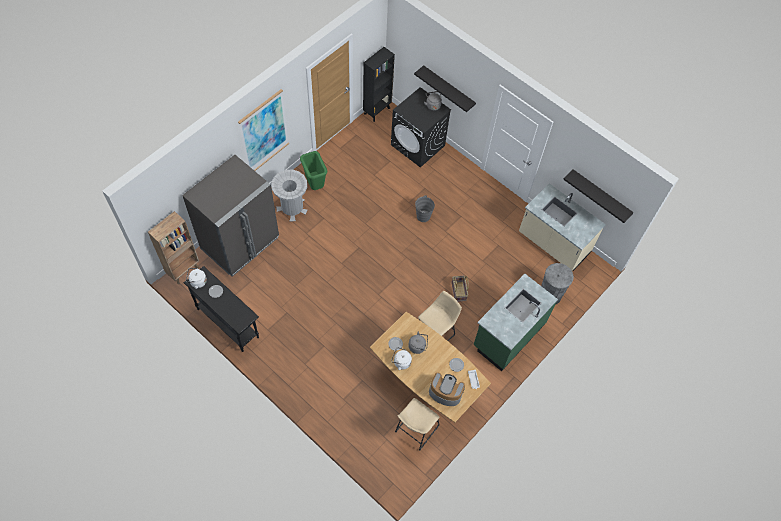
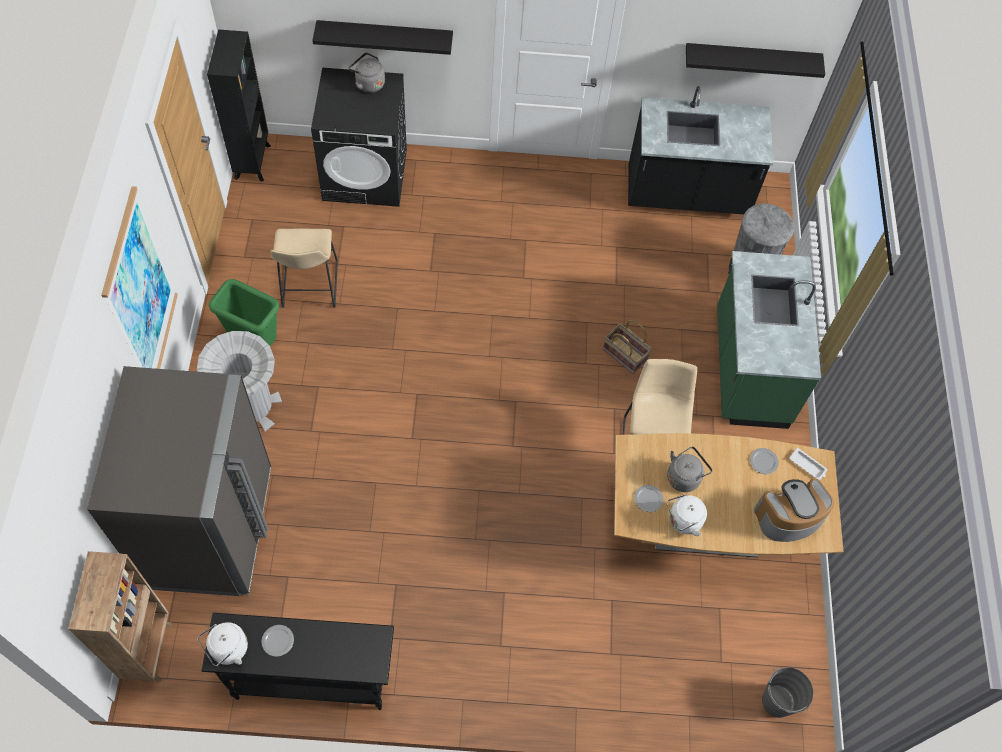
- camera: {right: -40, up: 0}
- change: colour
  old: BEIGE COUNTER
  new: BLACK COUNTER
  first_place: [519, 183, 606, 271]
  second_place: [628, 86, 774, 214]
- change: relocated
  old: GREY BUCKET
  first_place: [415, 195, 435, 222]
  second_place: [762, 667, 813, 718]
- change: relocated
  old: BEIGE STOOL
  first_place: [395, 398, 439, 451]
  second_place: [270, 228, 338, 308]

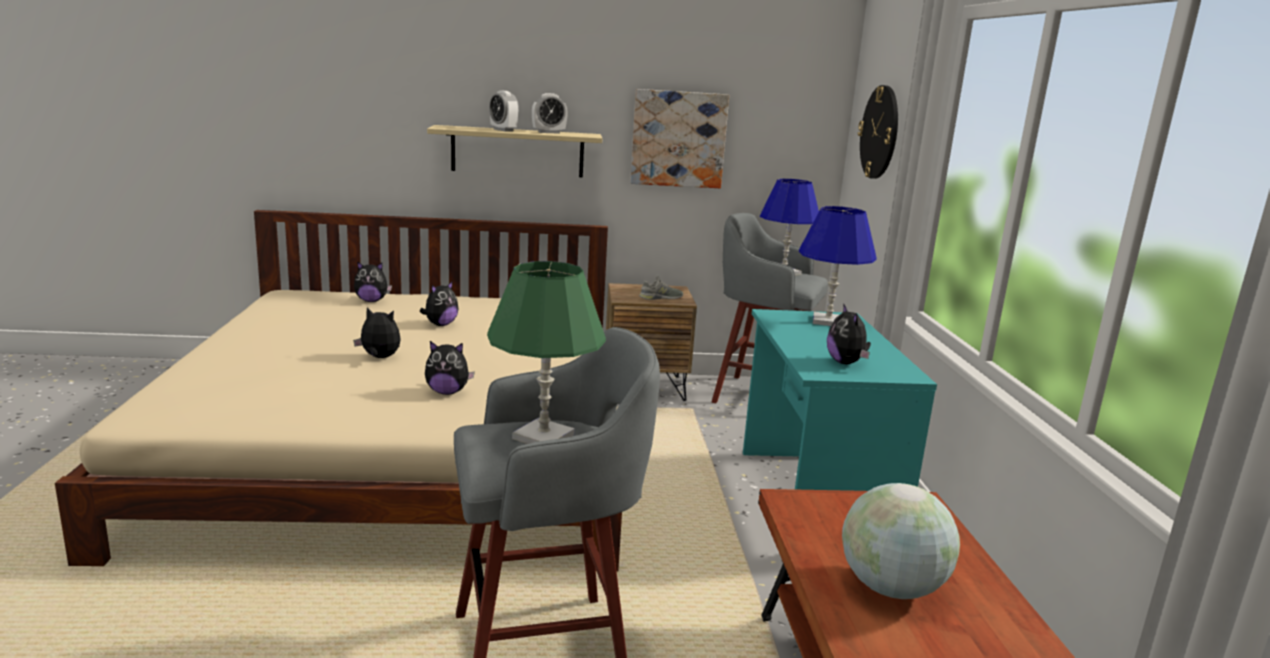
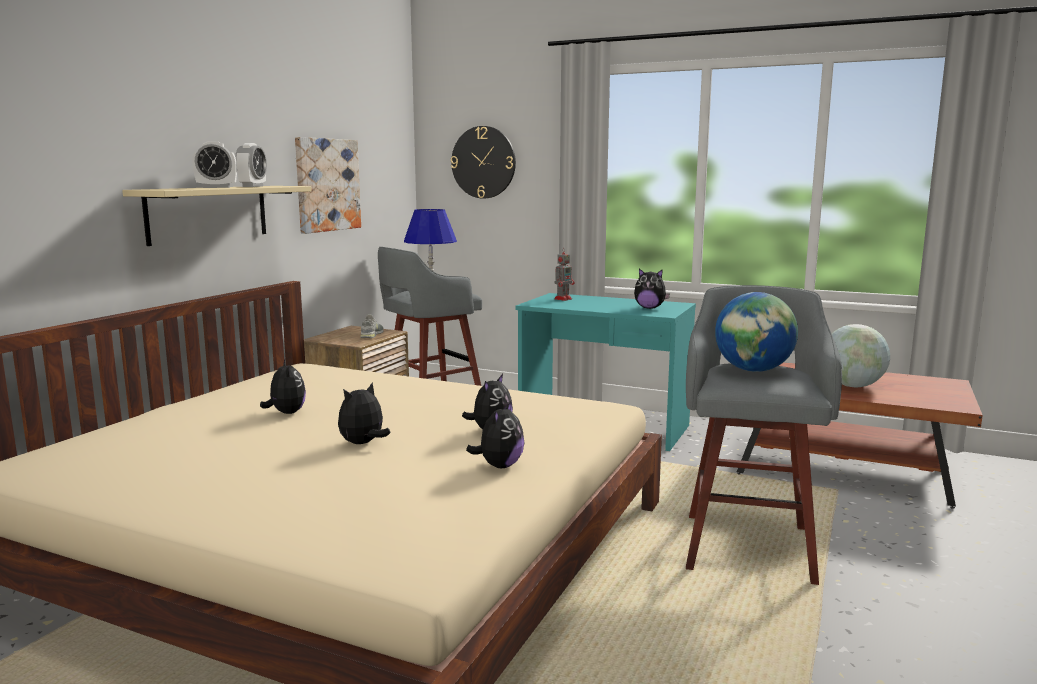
- camera: {right: -60, up: -5}
- change: exchanged
  old: BLUE TABLE LAMP
  new: TOY ROBOT
  first_place: [798, 206, 877, 326]
  second_place: [554, 248, 575, 301]
- change: relocated
  old: PLUSH TOY
  first_place: [354, 261, 392, 302]
  second_place: [466, 401, 524, 468]
- change: exchanged
  old: GREEN TABLE LAMP
  new: GLOBE
  first_place: [487, 261, 606, 444]
  second_place: [715, 292, 798, 372]

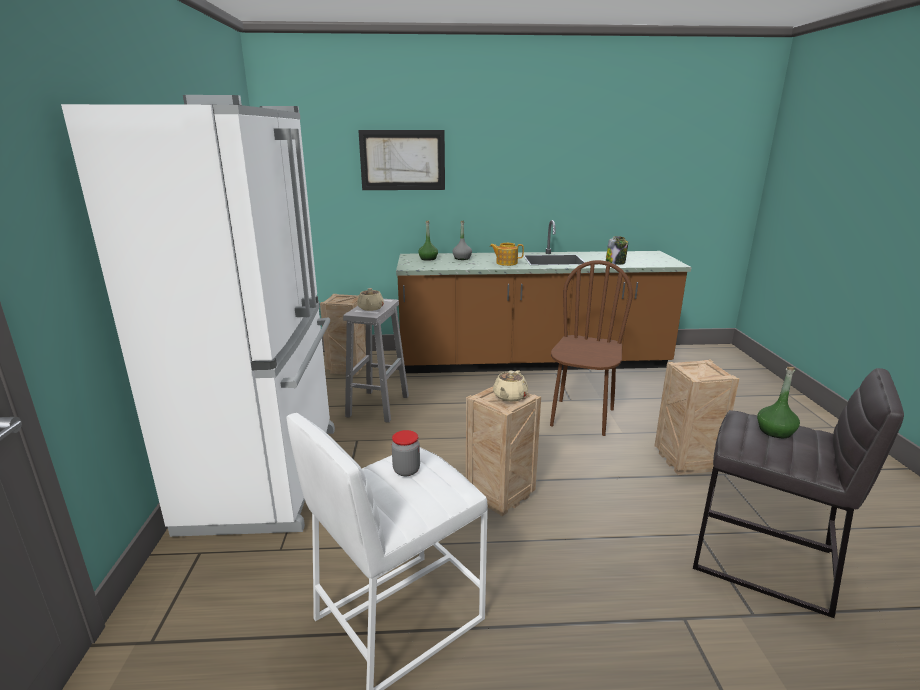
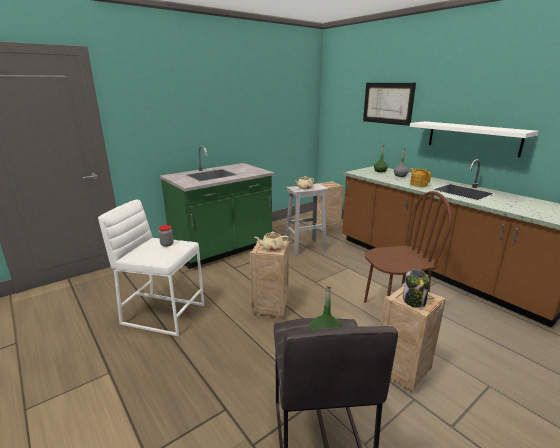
- camera: {right: 55, up: 0}
- change: exchanged
  old: WHITE FRIDGE
  new: GREEN COUNTER
  first_place: [61, 95, 335, 537]
  second_place: [160, 146, 274, 269]
- change: relocated
  old: JAR
  first_place: [606, 236, 628, 265]
  second_place: [403, 269, 429, 308]
- change: appeared
  new: WHITE SHELF
  second_place: [410, 121, 539, 157]

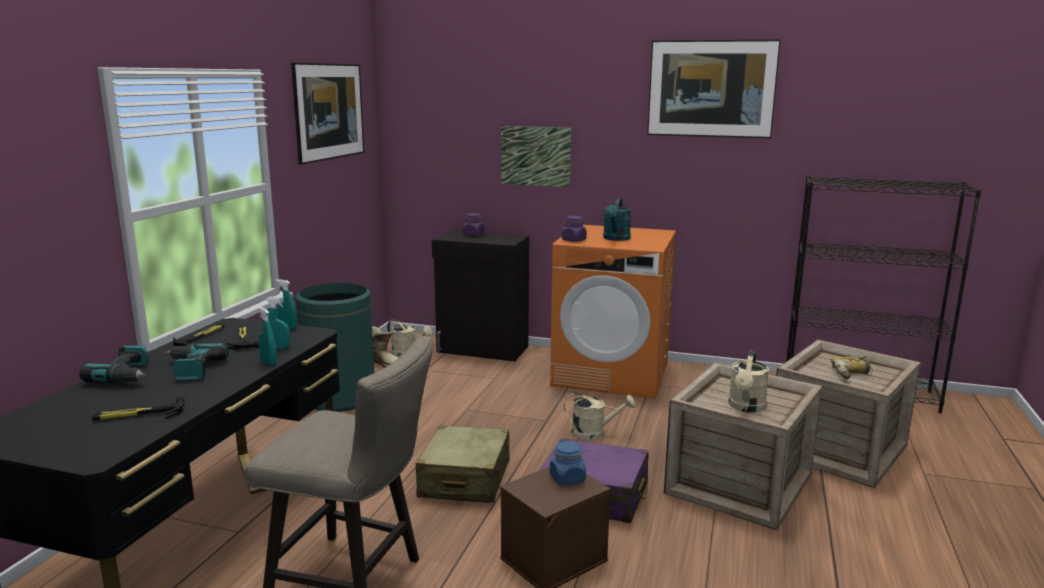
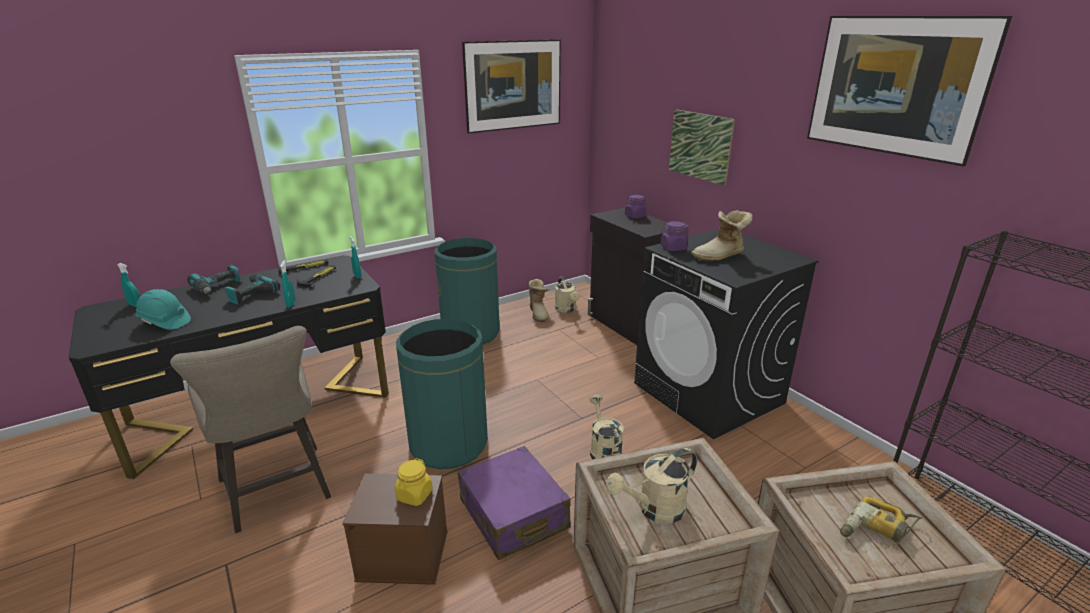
- camera: {right: 40, up: 10}
- change: exchanged
  old: TURQUOISE WATERING CAN
  new: BOOT
  first_place: [603, 198, 631, 241]
  second_place: [691, 210, 752, 261]
- change: colour
  old: ORANGE WASHING MACHINE
  new: BLACK WASHING MACHINE
  first_place: [550, 225, 676, 399]
  second_place: [634, 229, 819, 439]
- change: relocated
  old: TURQUOISE SPRAY BOTTLE
  first_place: [266, 296, 290, 349]
  second_place: [118, 263, 140, 307]
- change: spun
  old: BEIGE WATERING CAN
  first_place: [564, 392, 636, 440]
  second_place: [589, 395, 624, 460]
  degrees: -150
- change: exchanged
  old: HAMMER
  new: TURQUOISE HARD HAT
  first_place: [92, 396, 185, 421]
  second_place: [135, 289, 191, 330]
- change: exchanged
  old: BEIGE SUITCASE
  new: GREEN TRASH CAN
  first_place: [416, 425, 510, 503]
  second_place: [396, 319, 488, 469]
- change: colour
  old: BLUE JAR
  new: YELLOW JAR
  first_place: [550, 440, 586, 486]
  second_place: [395, 458, 433, 506]

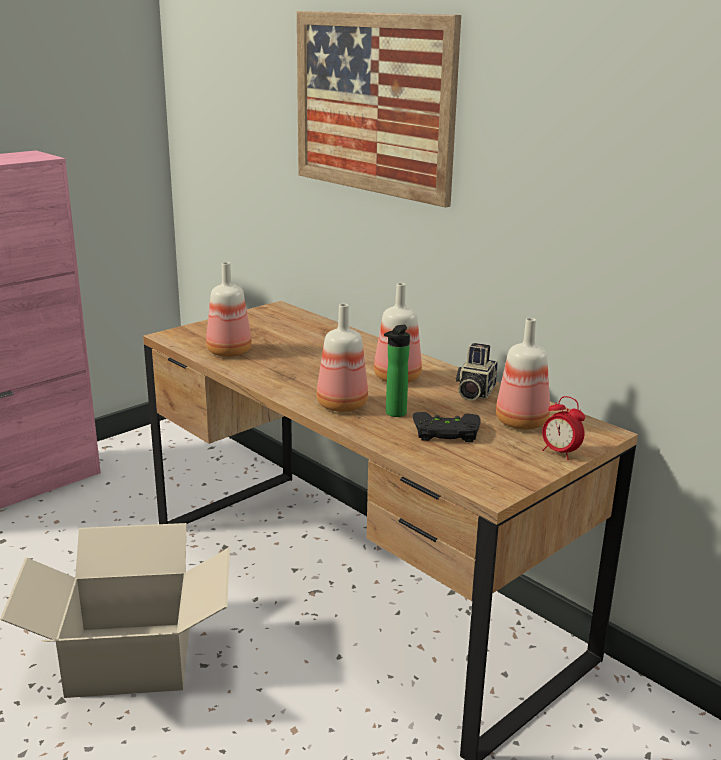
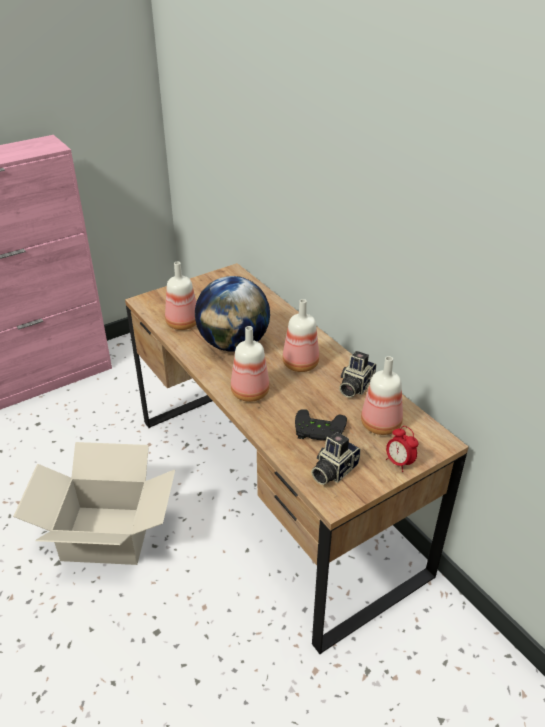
- camera: {right: 10, up: 15}
- change: missing
  old: PICTURE
  first_place: [297, 11, 461, 208]
- change: missing
  old: BOTTLE
  first_place: [384, 325, 410, 417]
- change: appeared
  new: GLOBE
  second_place: [195, 276, 270, 352]
- change: appeared
  new: PHOTO CAMERA
  second_place: [311, 432, 361, 485]

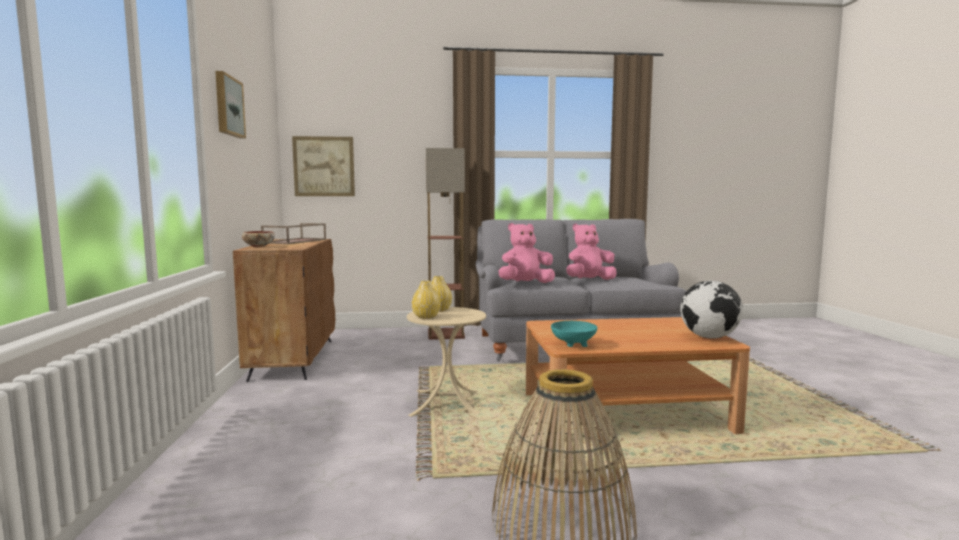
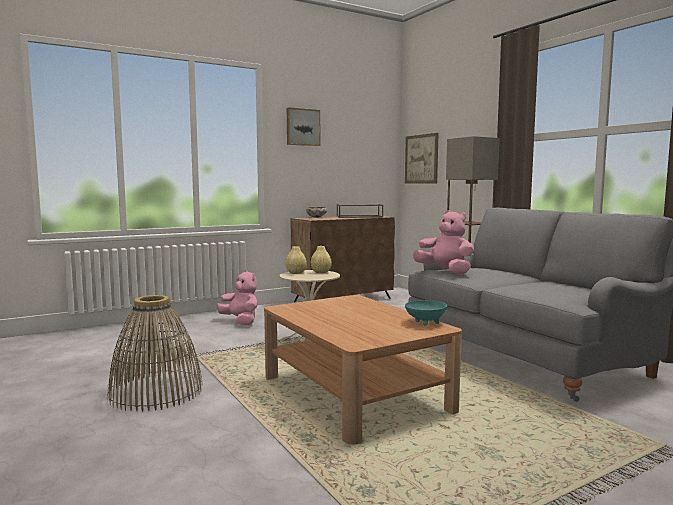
- camera: {right: 65, up: 0}
- change: relocated
  old: PINK PLUSH TOY
  first_place: [566, 224, 616, 280]
  second_place: [216, 270, 258, 325]
- change: missing
  old: GLOBE
  first_place: [680, 281, 743, 339]
- change: relocated
  old: TURQUOISE BOWL
  first_place: [551, 321, 597, 347]
  second_place: [405, 300, 447, 326]

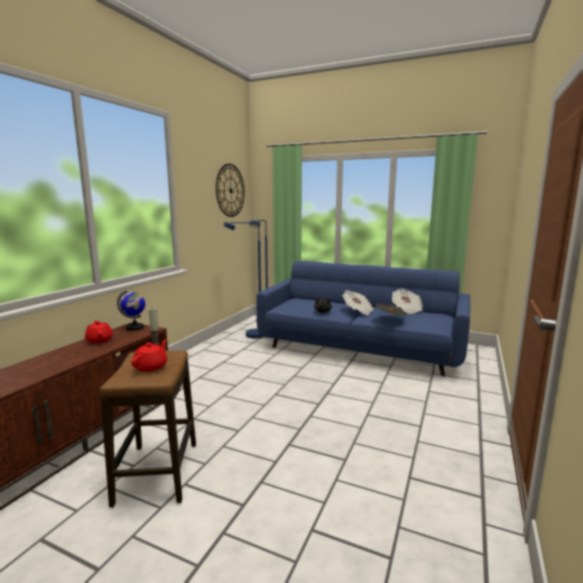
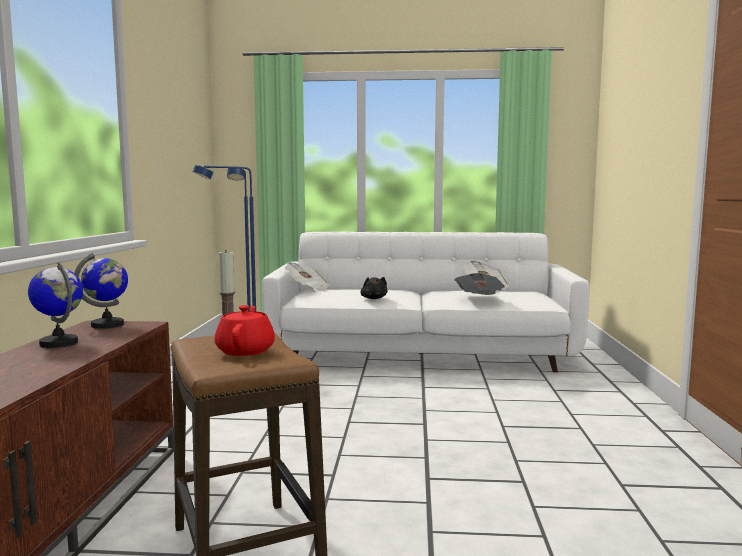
- camera: {right: -20, up: -5}
- change: missing
  old: WALL CLOCK
  first_place: [216, 164, 245, 217]
- change: colour
  old: BLUE SOFA
  new: WHITE SOFA
  first_place: [256, 261, 470, 376]
  second_place: [262, 232, 589, 372]
- change: relocated
  old: NEWSPAPER
  first_place: [342, 290, 374, 315]
  second_place: [285, 262, 330, 292]
- change: exchanged
  old: RED TEAPOT
  new: GLOBE
  first_place: [85, 320, 113, 343]
  second_place: [28, 262, 83, 348]

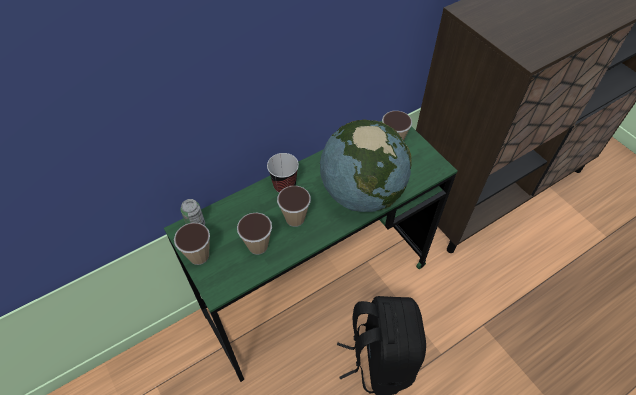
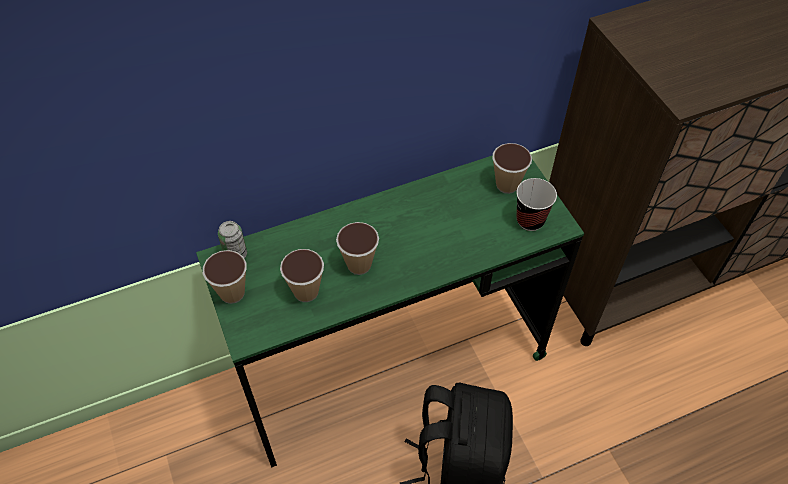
- camera: {right: 10, up: 0}
- change: missing
  old: GLOBE
  first_place: [320, 120, 412, 212]
- change: relocated
  old: CUP
  first_place: [267, 153, 299, 193]
  second_place: [516, 178, 557, 231]

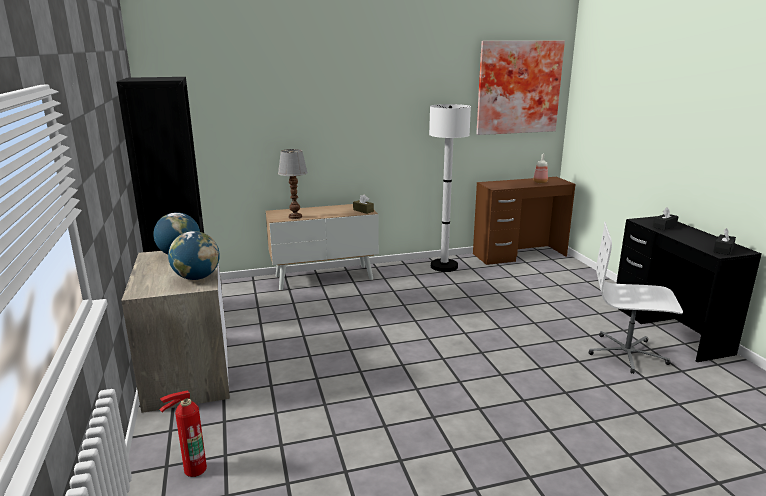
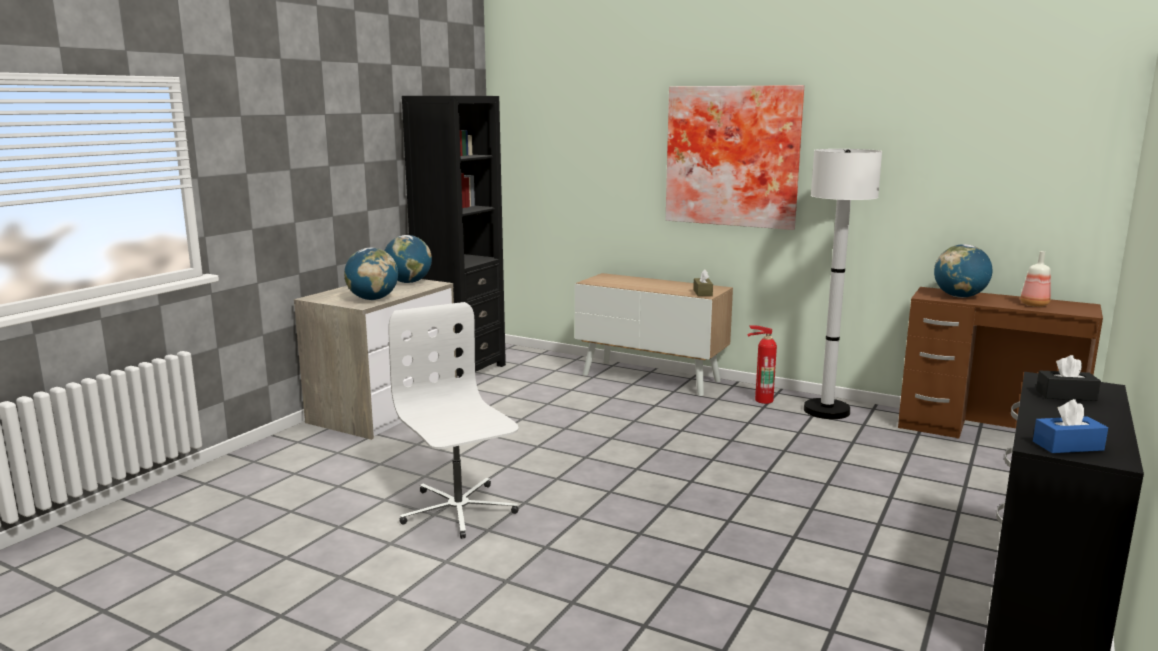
- camera: {right: 45, up: -5}
- change: relocated
  old: PICTURE
  first_place: [476, 41, 565, 135]
  second_place: [666, 85, 804, 230]
- change: missing
  old: TABLE LAMP
  first_place: [278, 149, 308, 219]
- change: relocated
  old: WHITE OFFICE CHAIR
  first_place: [589, 222, 683, 374]
  second_place: [388, 302, 519, 539]
- change: colour
  old: BLACK TISSUE BOX
  new: BLUE TISSUE BOX
  first_place: [713, 228, 736, 255]
  second_place: [1033, 399, 1108, 453]
- change: relocated
  old: FIRE EXTINGUISHER
  first_place: [160, 391, 207, 477]
  second_place: [747, 326, 777, 404]
- change: appeared
  new: GLOBE
  second_place: [934, 244, 992, 298]

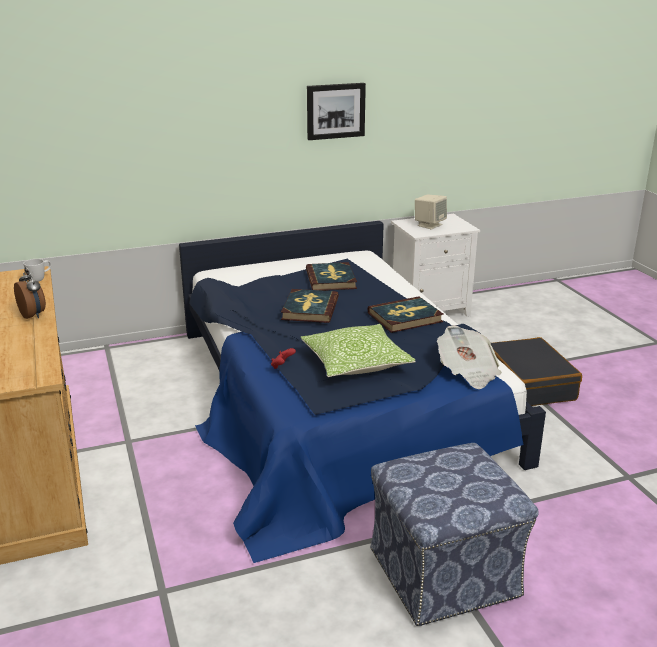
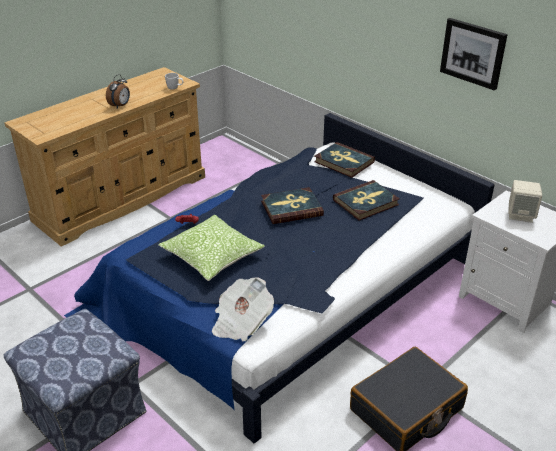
- camera: {right: 65, up: 10}
- change: relocated
  old: BOOK
  first_place: [368, 297, 444, 333]
  second_place: [314, 142, 375, 178]

